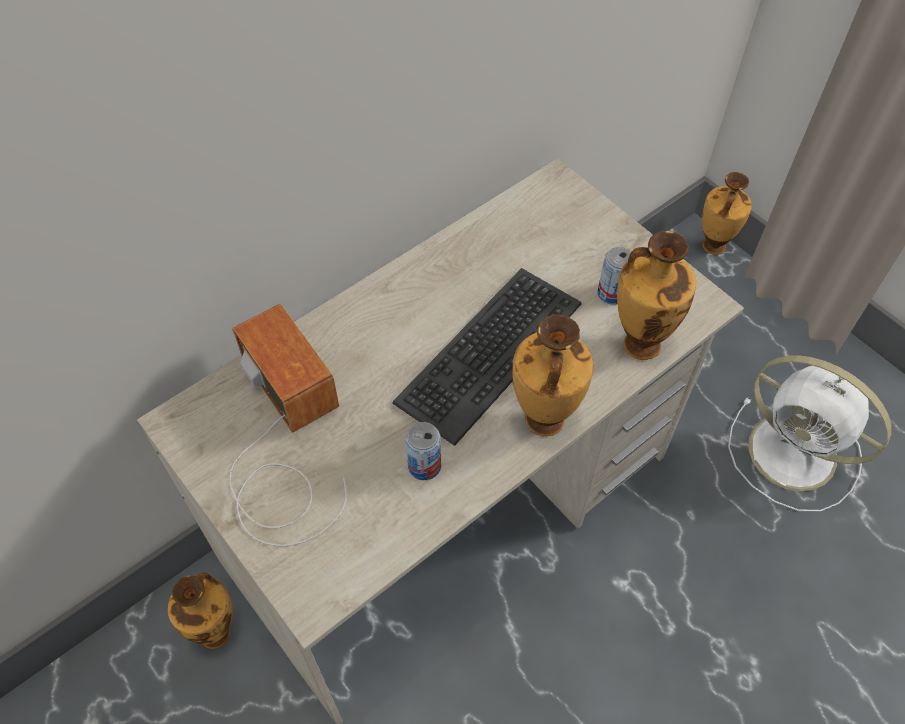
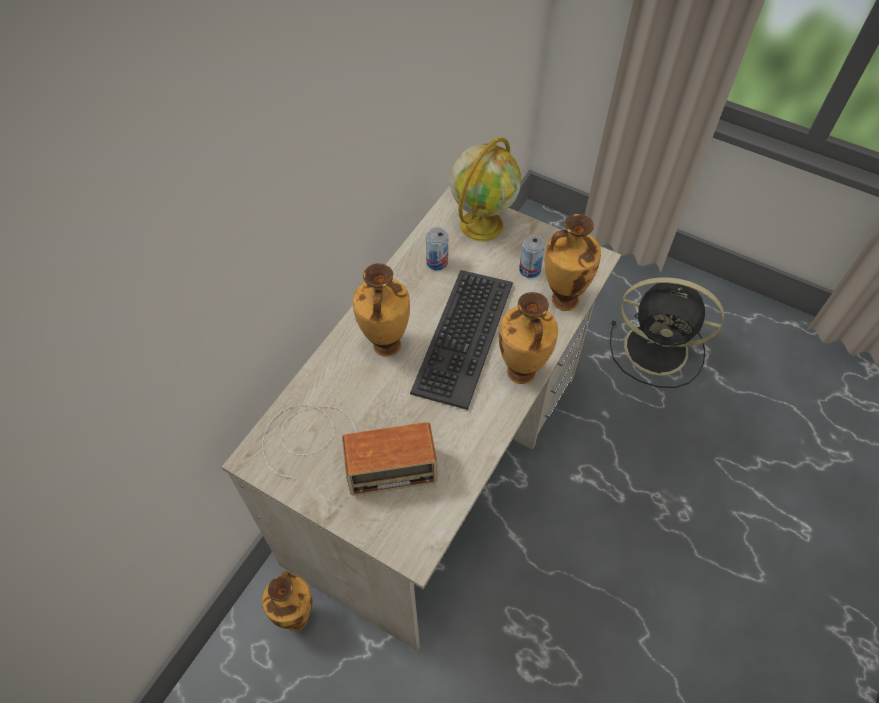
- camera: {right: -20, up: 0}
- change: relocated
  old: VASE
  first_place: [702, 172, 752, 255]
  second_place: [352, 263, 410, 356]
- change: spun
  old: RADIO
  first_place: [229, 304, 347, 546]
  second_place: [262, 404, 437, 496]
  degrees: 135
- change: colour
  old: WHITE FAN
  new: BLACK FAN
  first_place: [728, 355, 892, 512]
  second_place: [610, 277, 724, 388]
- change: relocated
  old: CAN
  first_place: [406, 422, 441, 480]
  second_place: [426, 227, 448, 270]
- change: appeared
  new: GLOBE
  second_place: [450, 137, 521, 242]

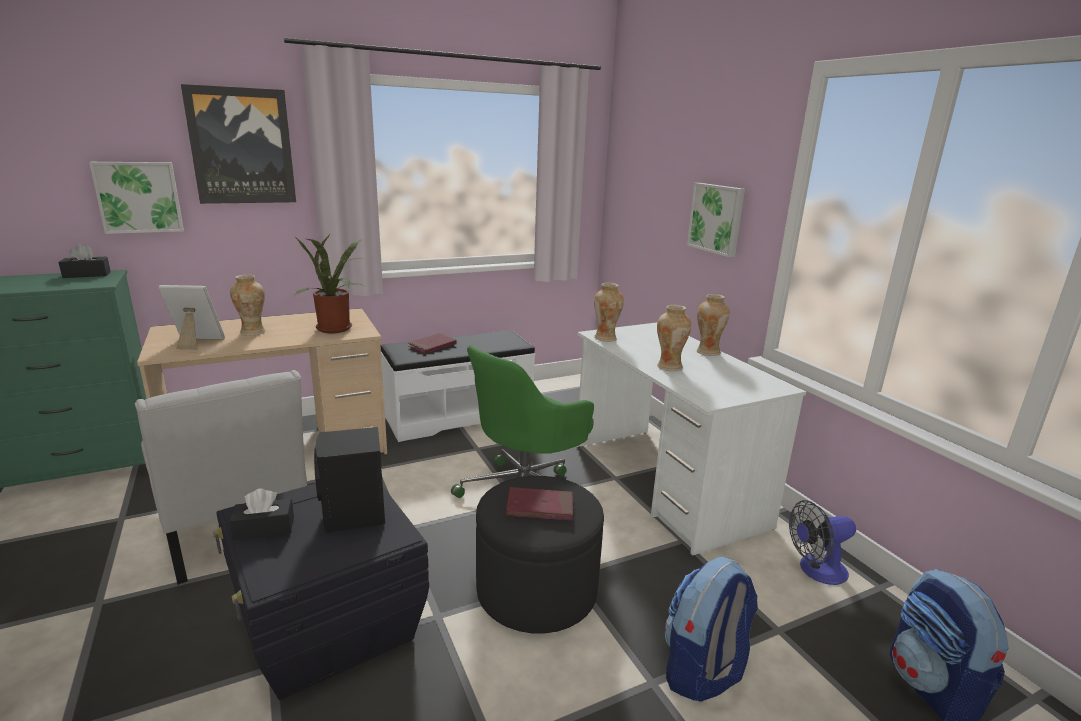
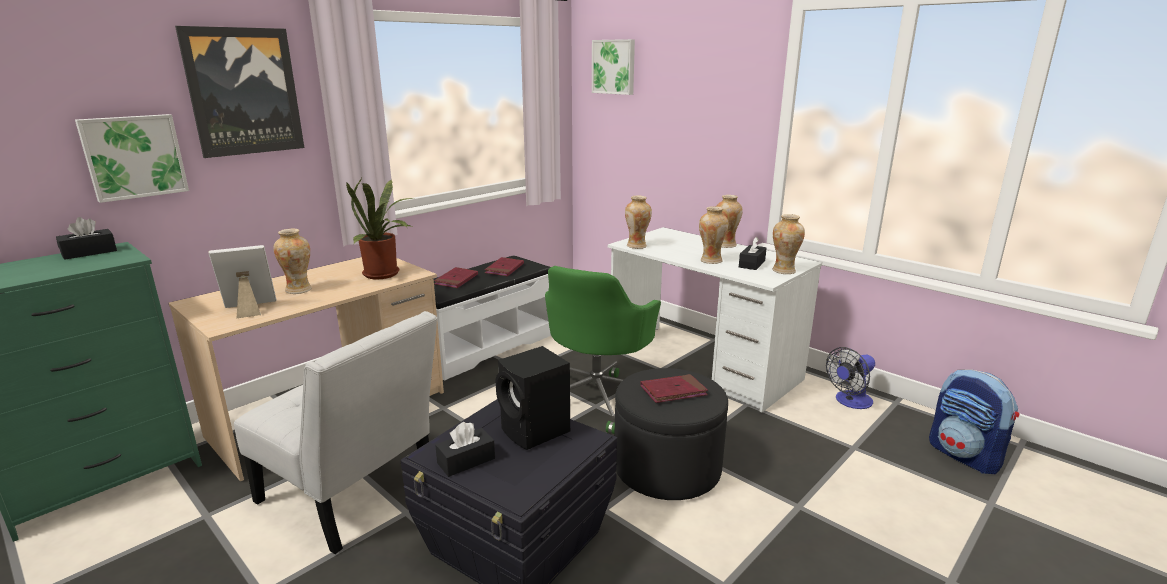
- camera: {right: -20, up: 0}
- change: relocated
  old: PICTURE
  first_place: [687, 183, 745, 257]
  second_place: [592, 39, 635, 95]
- change: missing
  old: BACKPACK
  first_place: [665, 557, 758, 702]
- change: appeared
  new: VASE
  second_place: [772, 214, 805, 274]
- change: appeared
  new: BLACK TISSUE BOX
  second_place: [739, 237, 767, 270]
- change: appeared
  new: RED BOOK
  second_place: [485, 257, 524, 276]

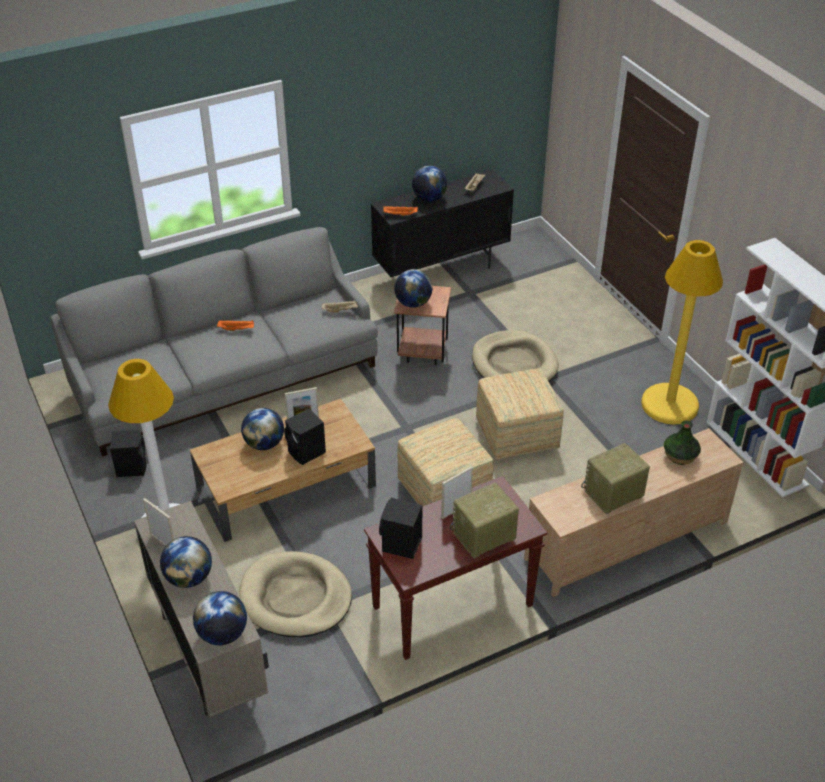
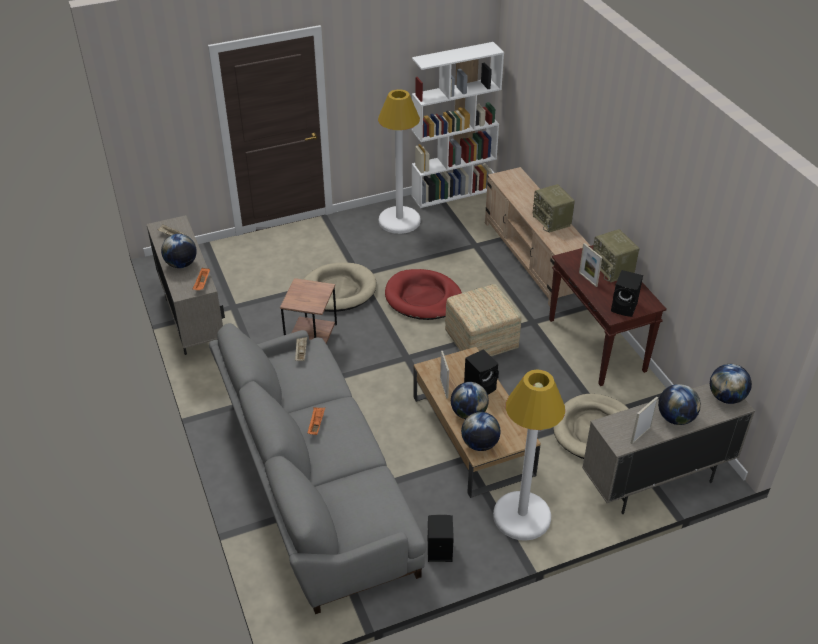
- camera: {right: -85, up: 0}
- change: colour
  old: BLACK CABINET
  new: BEIGE CABINET
  first_place: [371, 169, 514, 277]
  second_place: [146, 215, 225, 355]
- change: colour
  old: YELLOW FLOOR LAMP
  new: WHITE FLOOR LAMP
  first_place: [641, 240, 723, 425]
  second_place: [378, 89, 421, 234]
- change: relocated
  old: GLOBE
  first_place: [394, 269, 432, 308]
  second_place: [461, 412, 501, 451]
- change: exchanged
  old: OTTOMAN
  new: RED DOG BED
  first_place: [476, 368, 563, 460]
  second_place: [385, 269, 462, 320]
- change: missing
  old: VASE
  first_place: [664, 420, 701, 465]

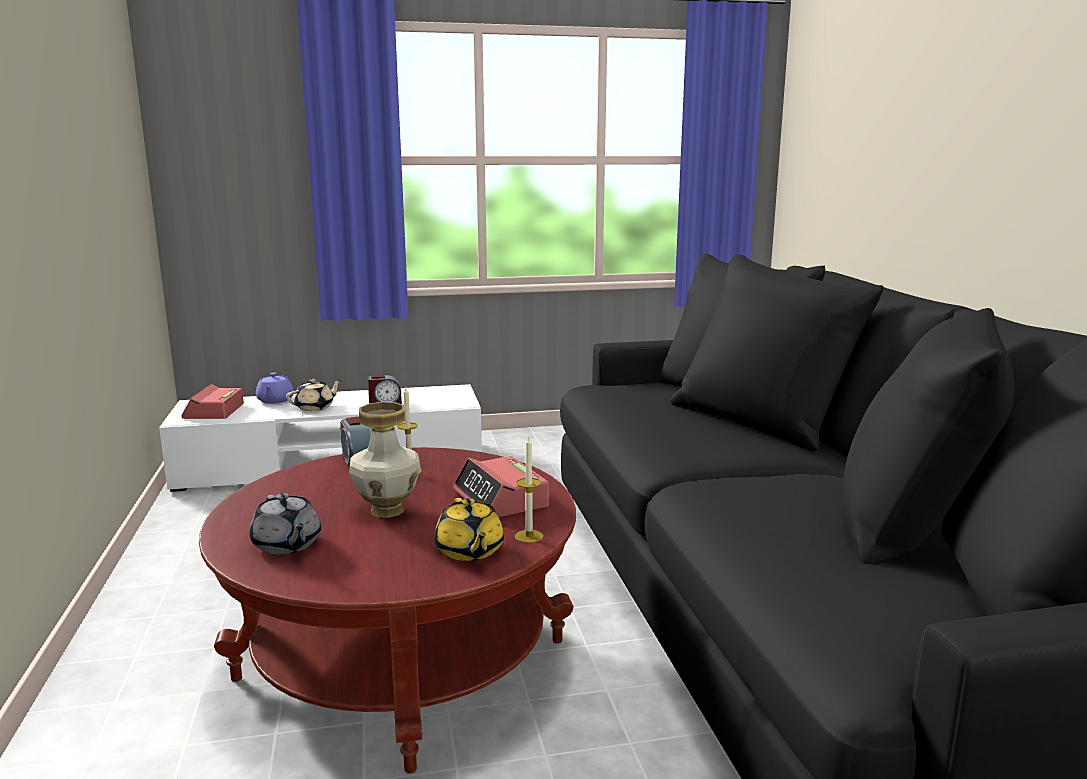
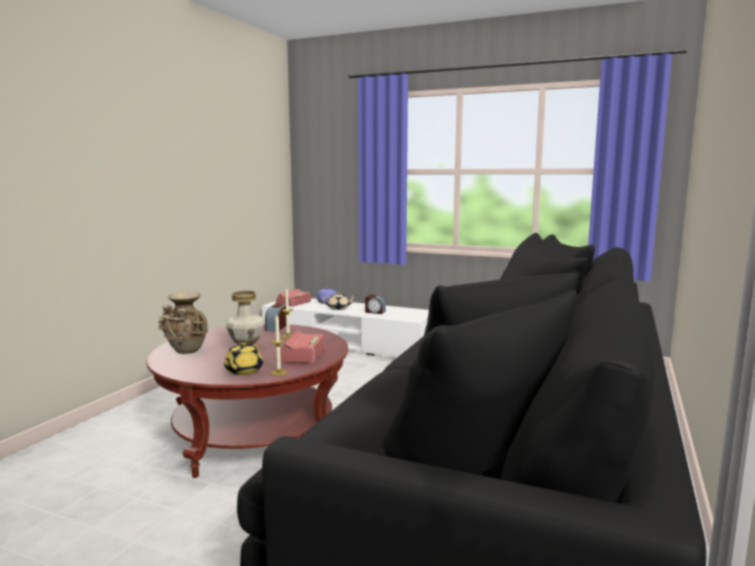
- camera: {right: 35, up: -5}
- change: exchanged
  old: GREY TEAPOT
  new: BEIGE VASE
  first_place: [249, 493, 321, 555]
  second_place: [157, 292, 208, 354]

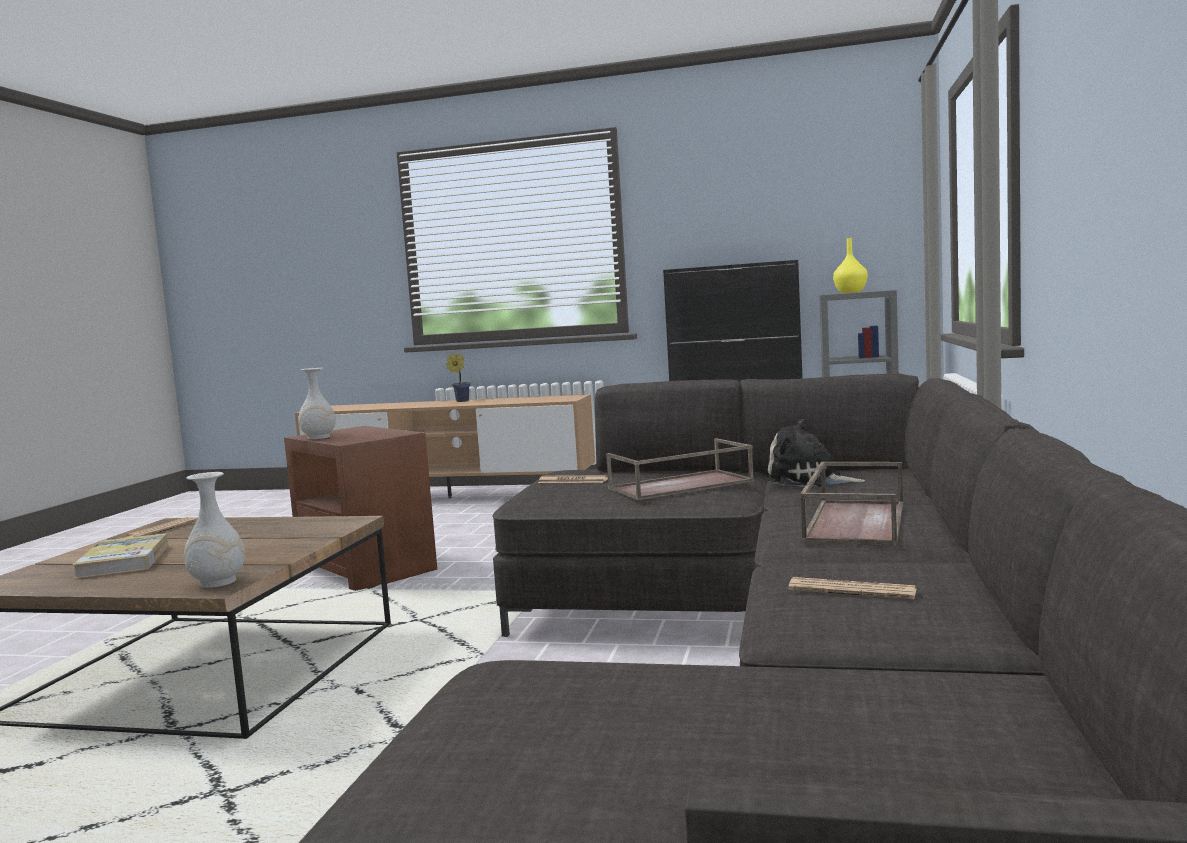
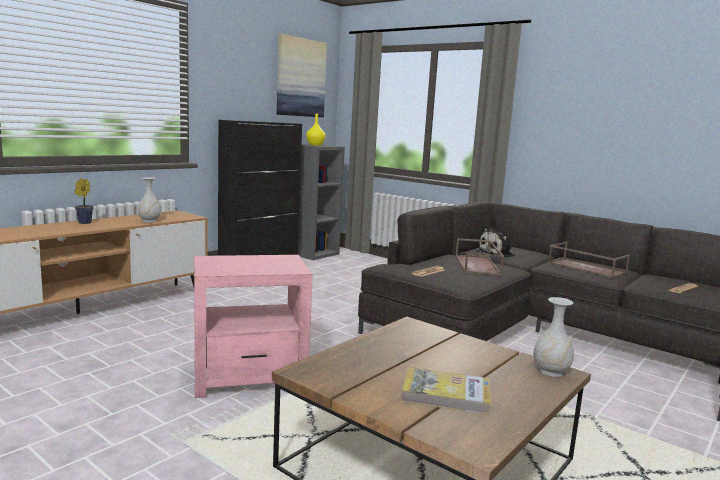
- camera: {right: -65, up: 5}
- change: relocated
  old: WHITE VASE
  first_place: [298, 368, 336, 439]
  second_place: [137, 177, 161, 223]
- change: colour
  old: BROWN SIDE TABLE
  new: PINK SIDE TABLE
  first_place: [284, 426, 437, 591]
  second_place: [194, 255, 313, 398]
- change: missing
  old: NEWSPAPER
  first_place: [125, 517, 197, 538]
- change: appeared
  new: PICTURE
  second_place: [277, 34, 327, 117]

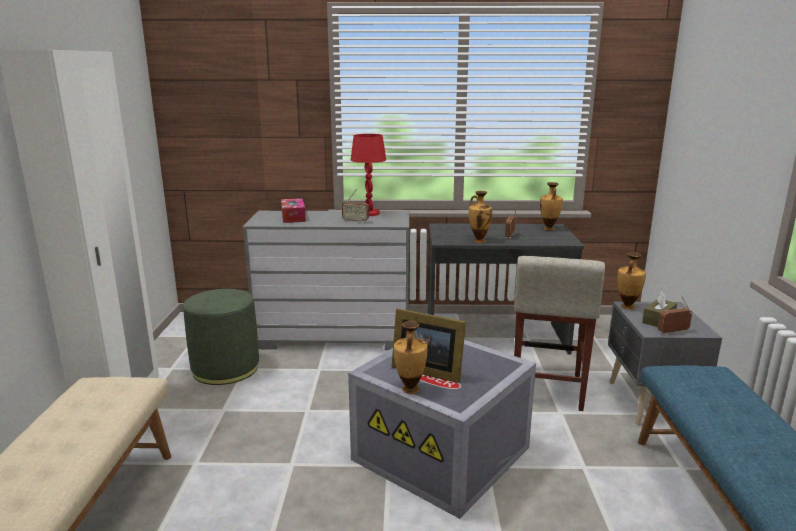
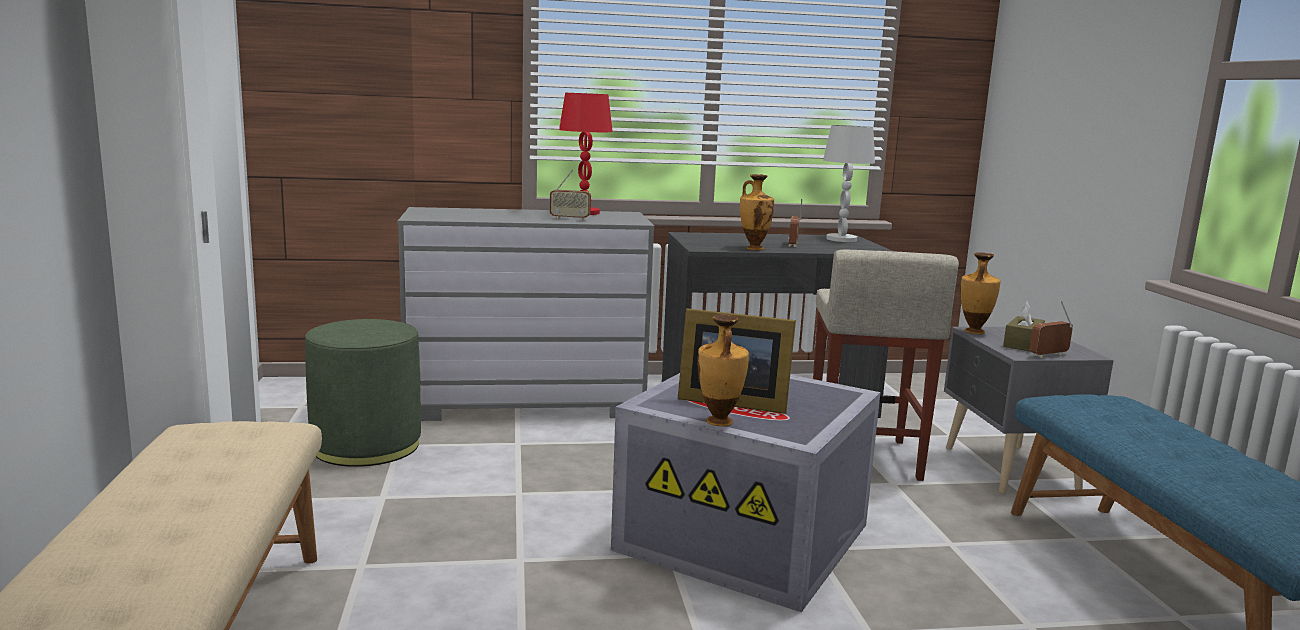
- camera: {right: -10, up: -5}
- change: exchanged
  old: VASE
  new: WHITE TABLE LAMP
  first_place: [540, 182, 563, 231]
  second_place: [823, 125, 875, 242]
- change: missing
  old: TISSUE BOX
  first_place: [281, 198, 306, 223]

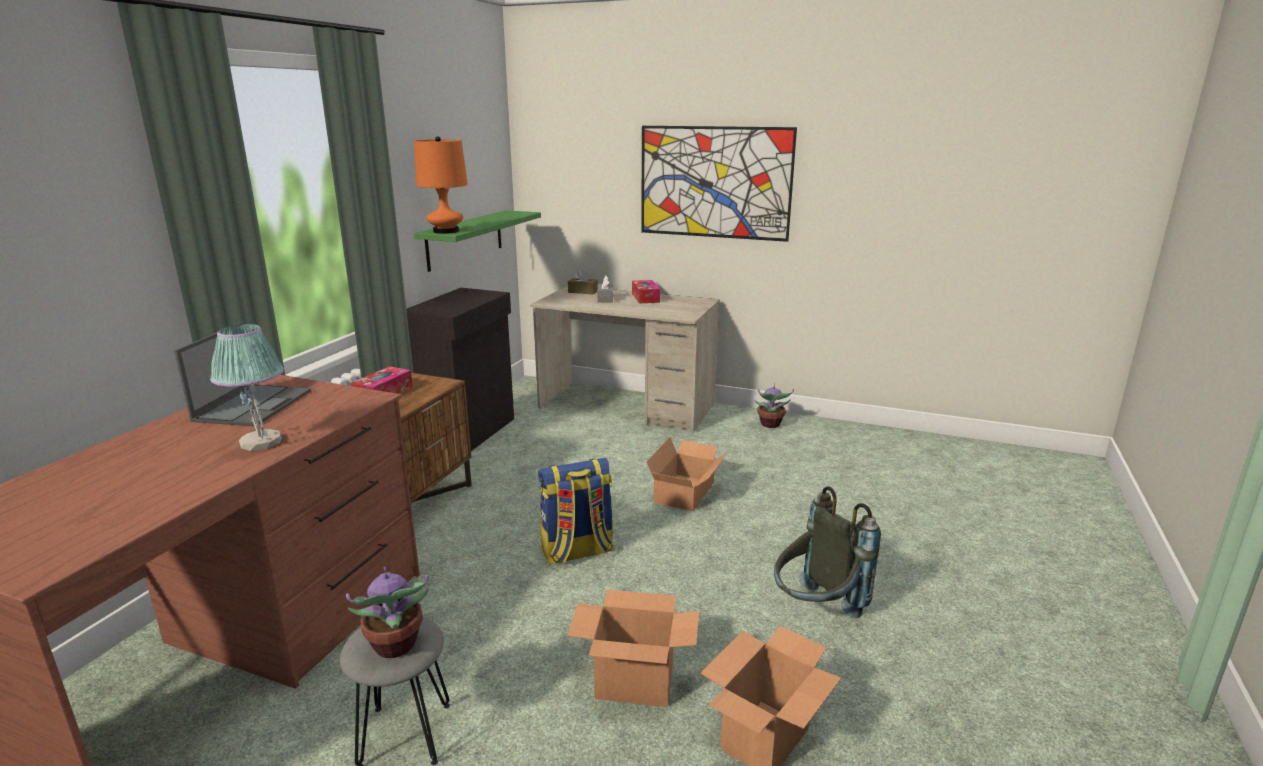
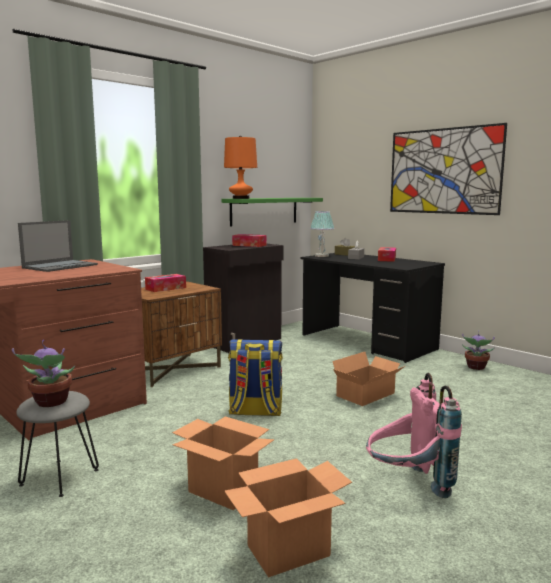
- camera: {right: 25, up: -10}
- change: colour
  old: BEIGE DESK
  new: BLACK DESK
  first_place: [530, 286, 720, 432]
  second_place: [301, 253, 445, 363]
- change: relocated
  old: TABLE LAMP
  first_place: [210, 324, 284, 451]
  second_place: [310, 211, 335, 257]
- change: colour
  old: GREY BACKPACK
  new: PINK BACKPACK
  first_place: [774, 486, 881, 618]
  second_place: [366, 373, 462, 498]
- change: appeared
  new: TISSUE BOX
  second_place: [232, 234, 267, 247]

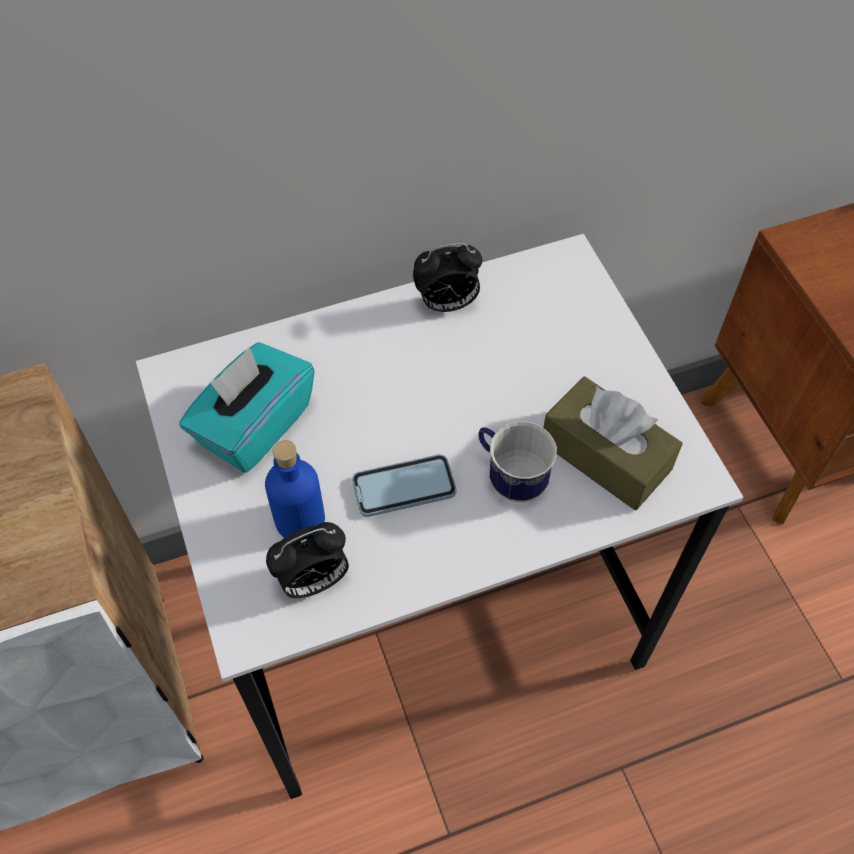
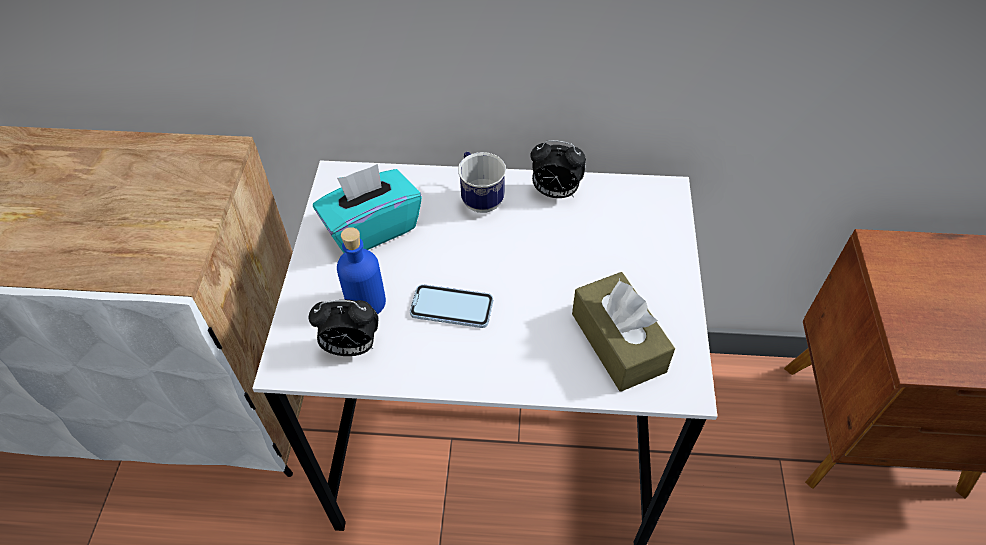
- camera: {right: 25, up: -5}
- change: relocated
  old: MUG
  first_place: [478, 421, 557, 502]
  second_place: [458, 152, 506, 213]

